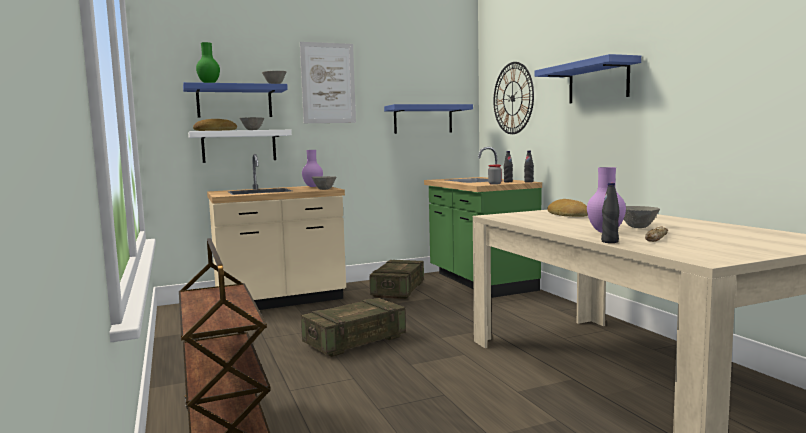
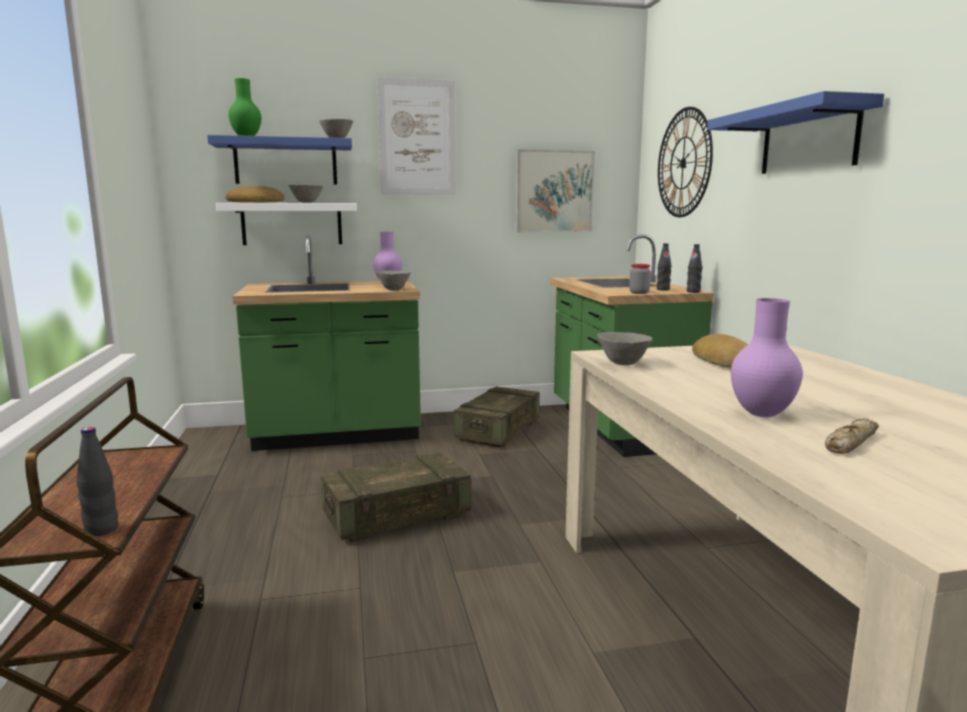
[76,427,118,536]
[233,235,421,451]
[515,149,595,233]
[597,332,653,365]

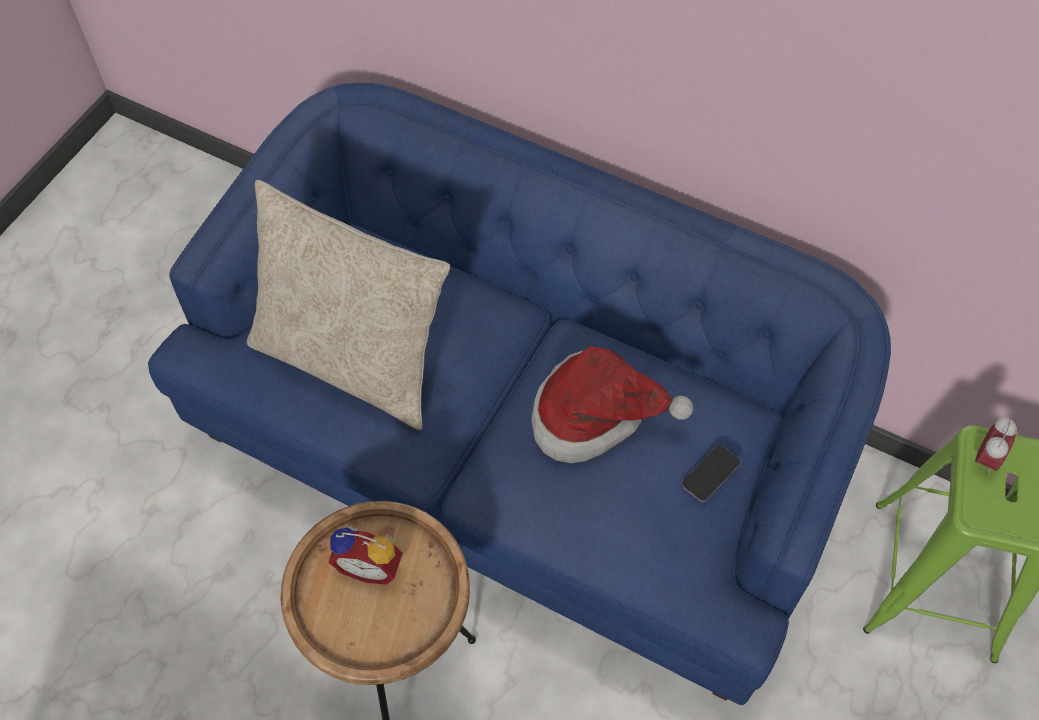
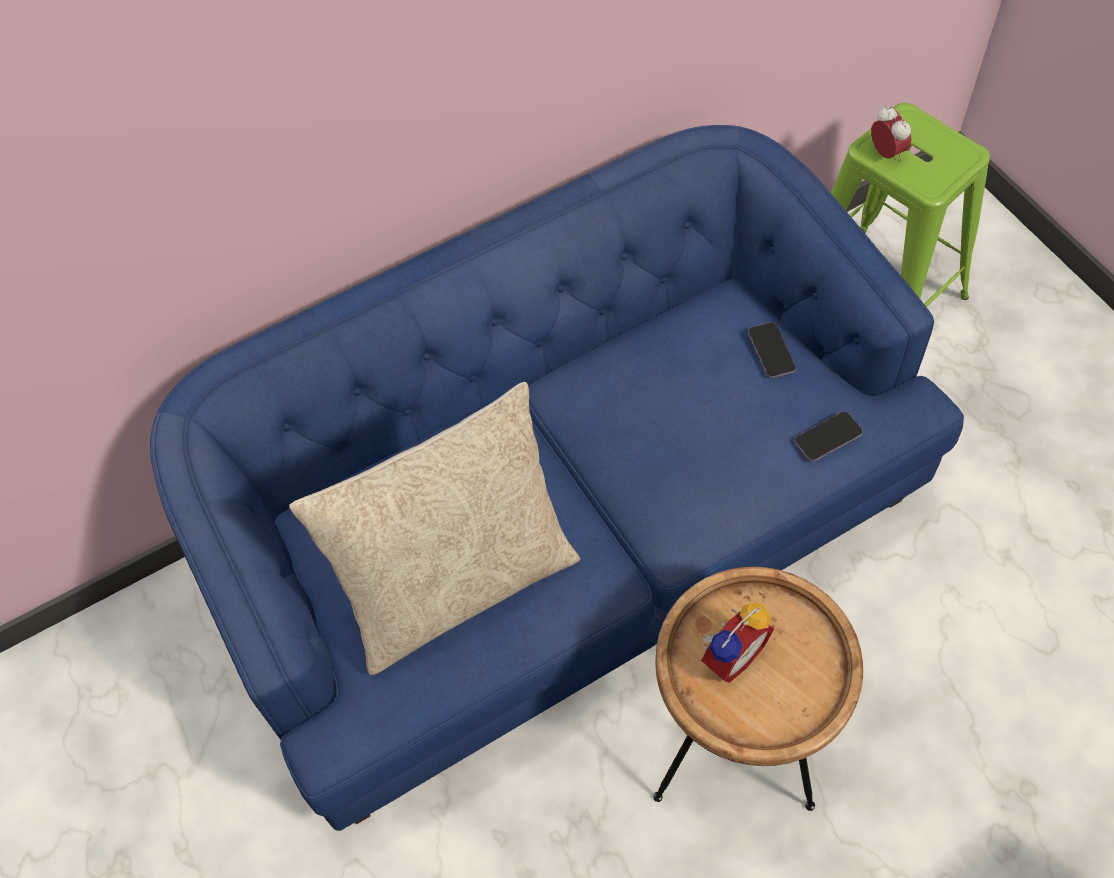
[795,411,863,462]
[532,346,693,463] (first image)

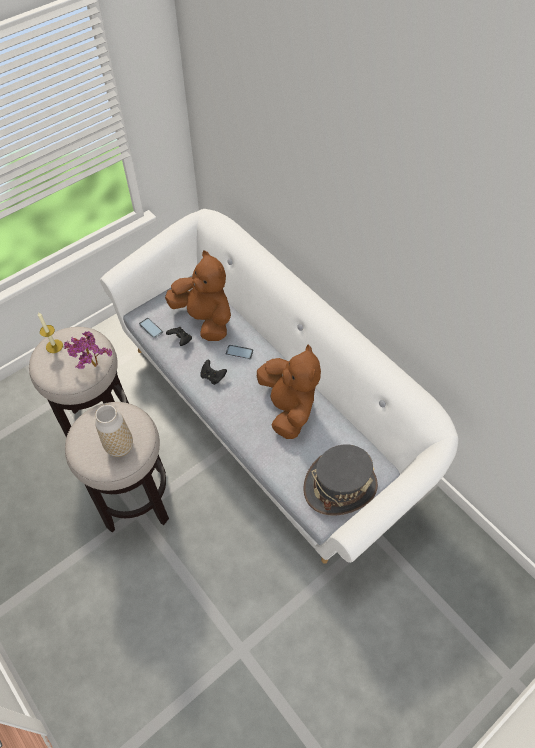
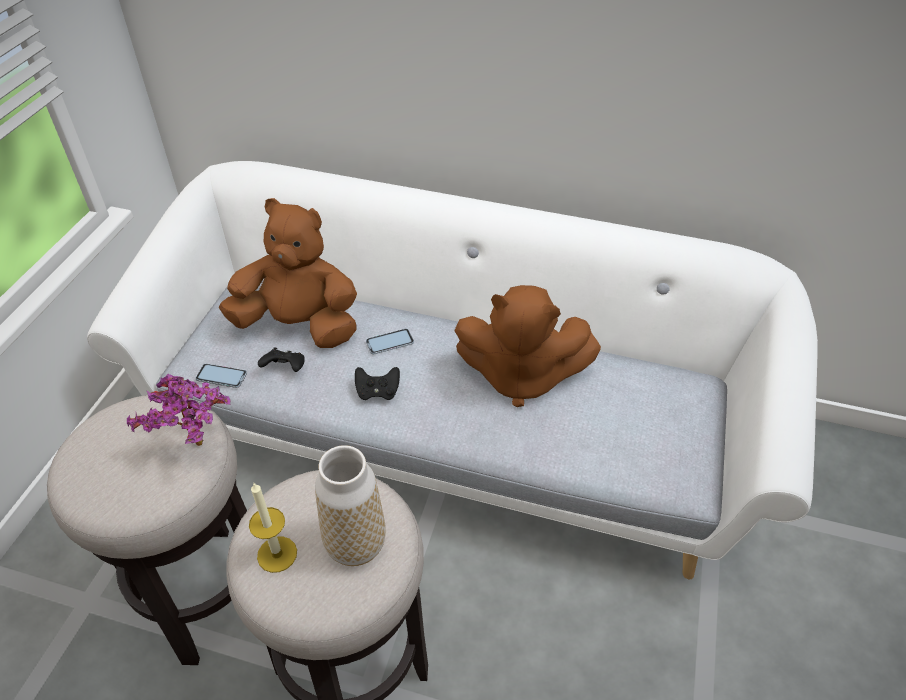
[249,483,297,573]
[454,285,601,407]
[303,444,378,516] (first image)

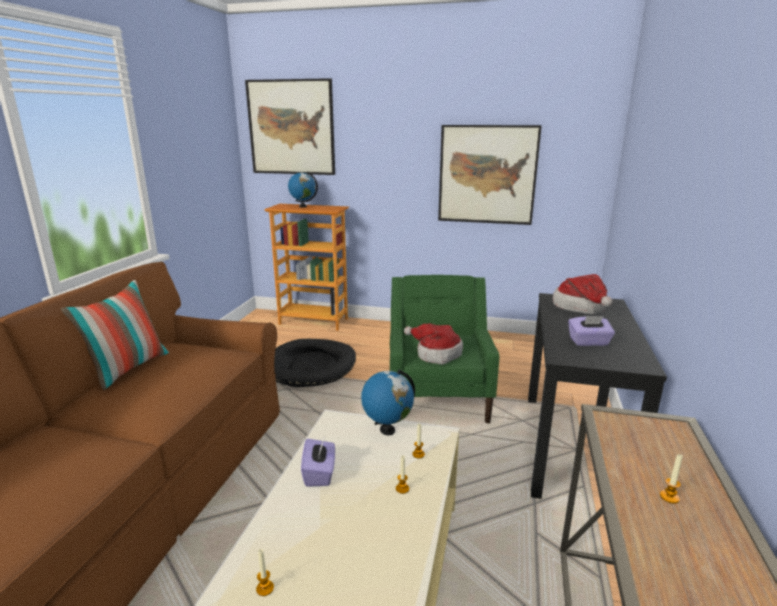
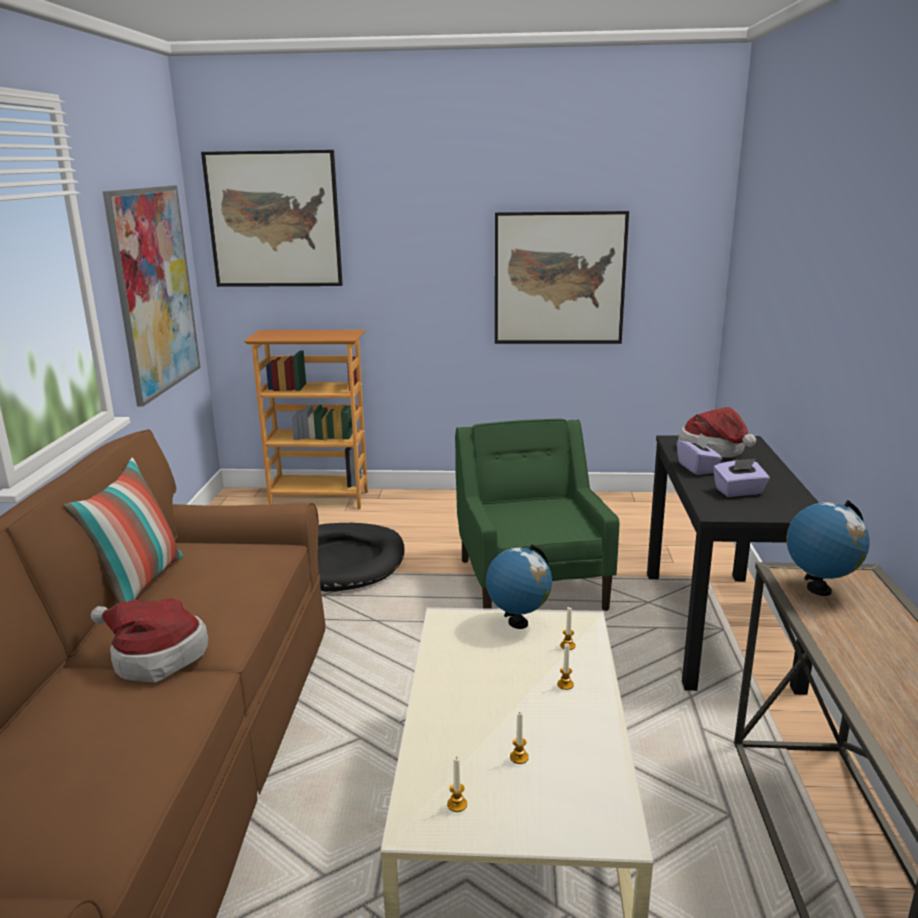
[91,598,208,683]
[103,185,201,407]
[510,712,529,764]
[677,433,722,475]
[786,500,870,596]

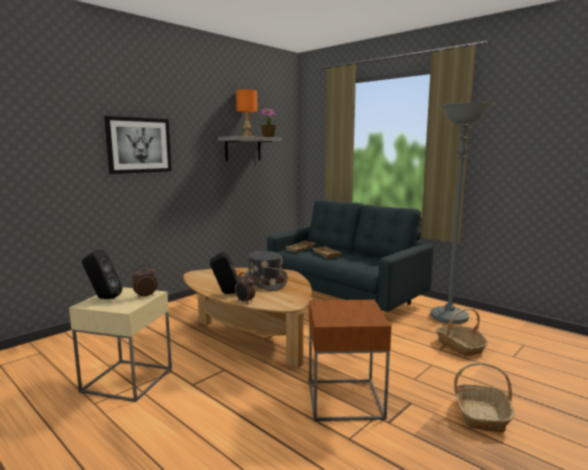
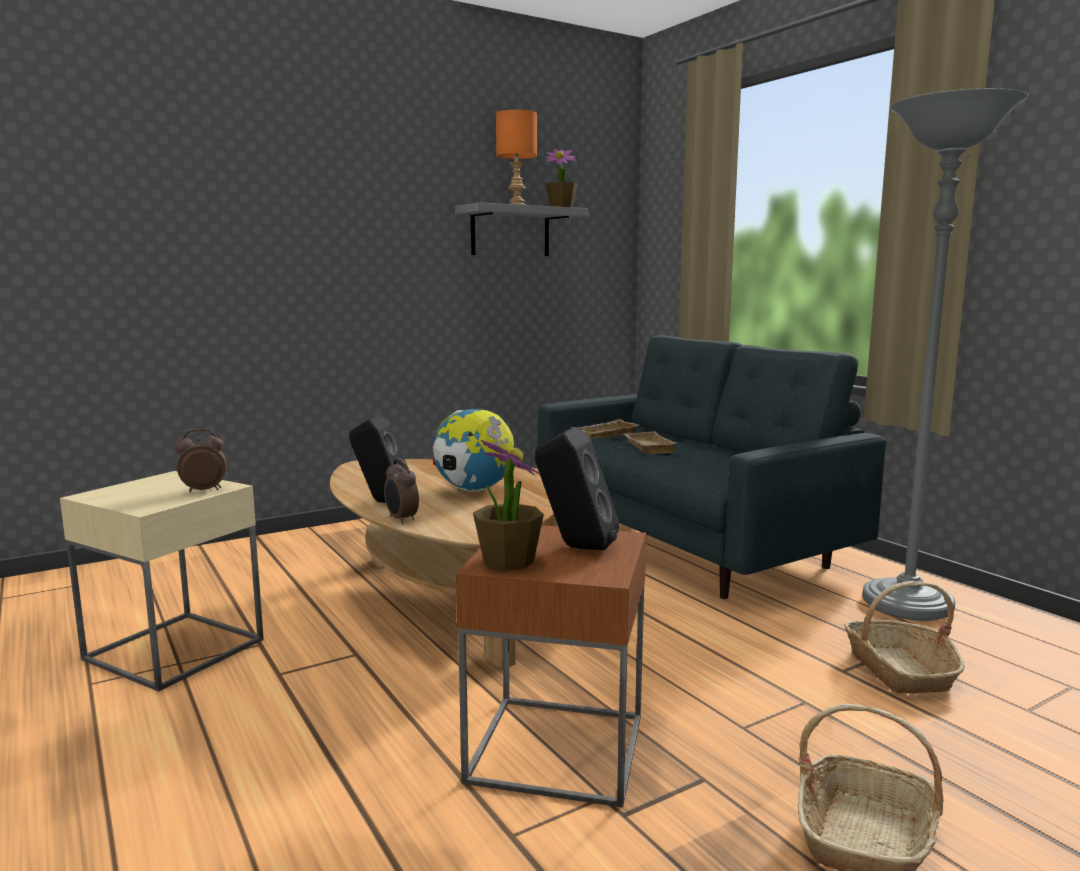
[433,409,514,492]
[473,440,544,571]
[535,428,619,550]
[104,116,172,174] (first image)

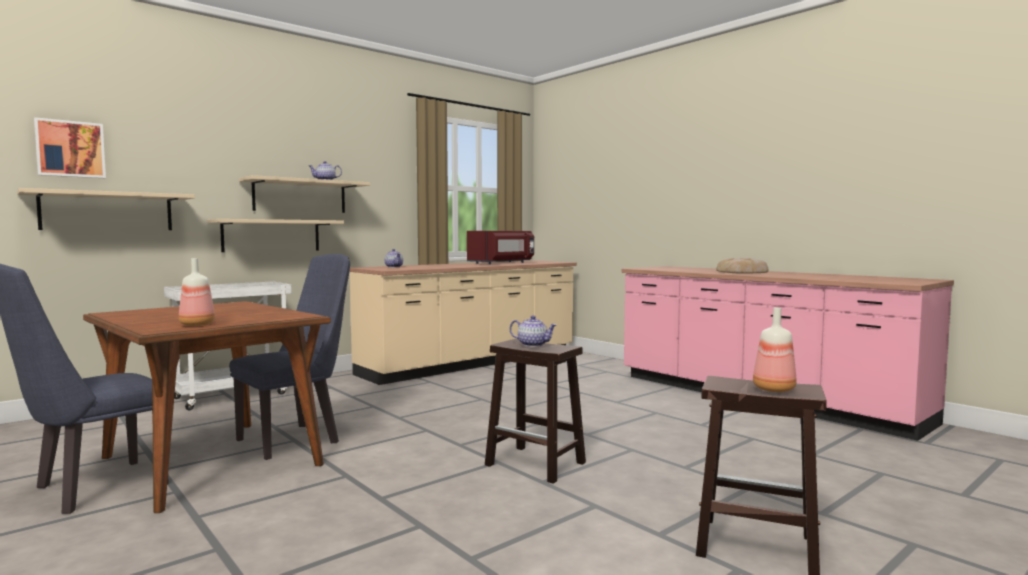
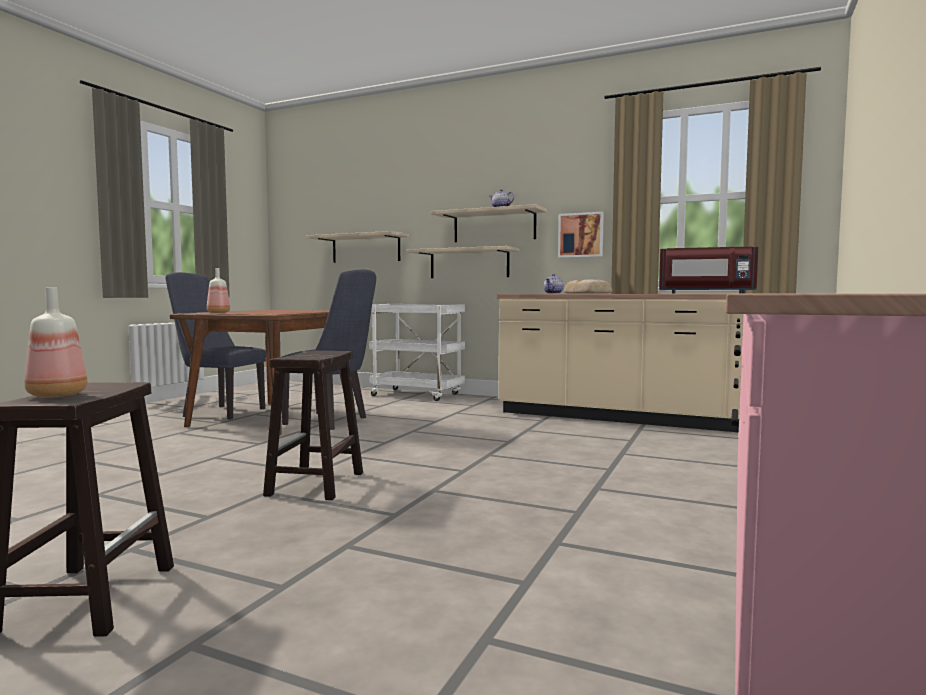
[558,212,604,258]
[564,280,612,294]
[509,315,557,347] (first image)

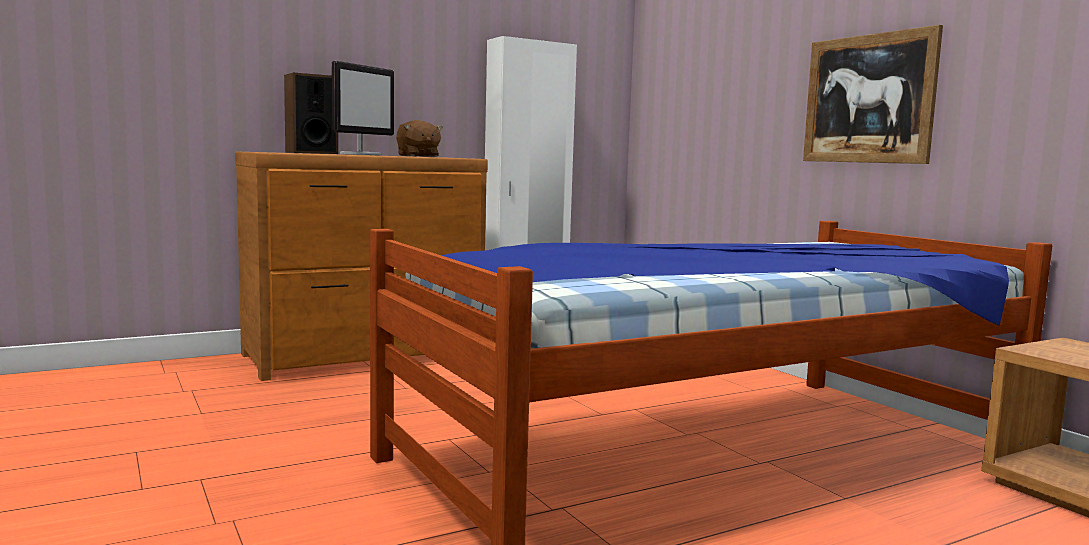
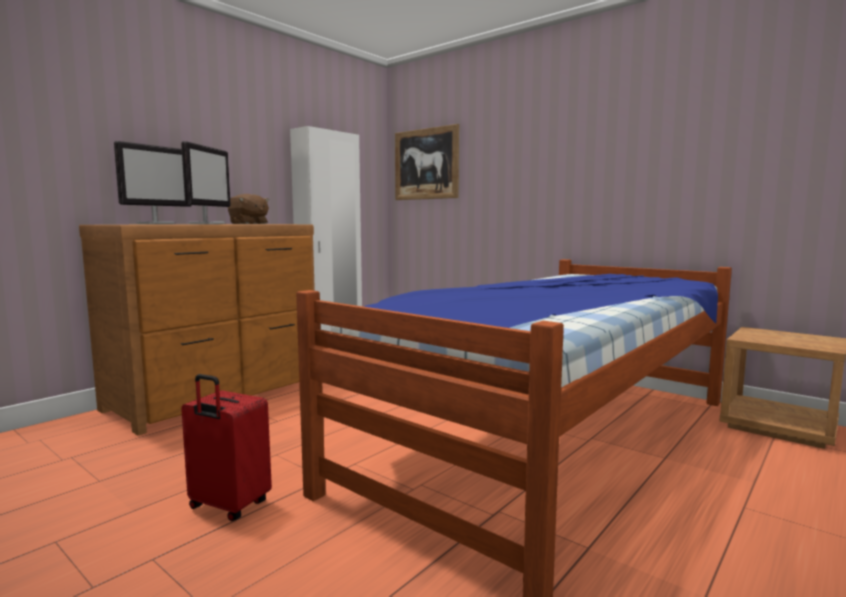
[114,141,192,224]
[181,374,272,521]
[395,124,459,200]

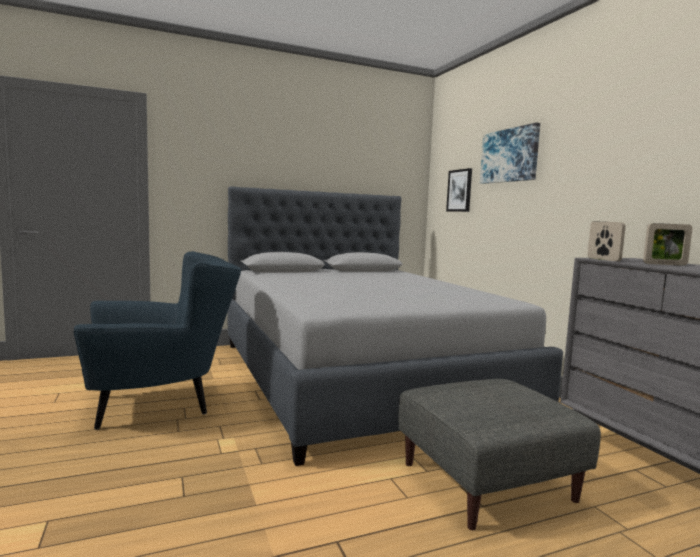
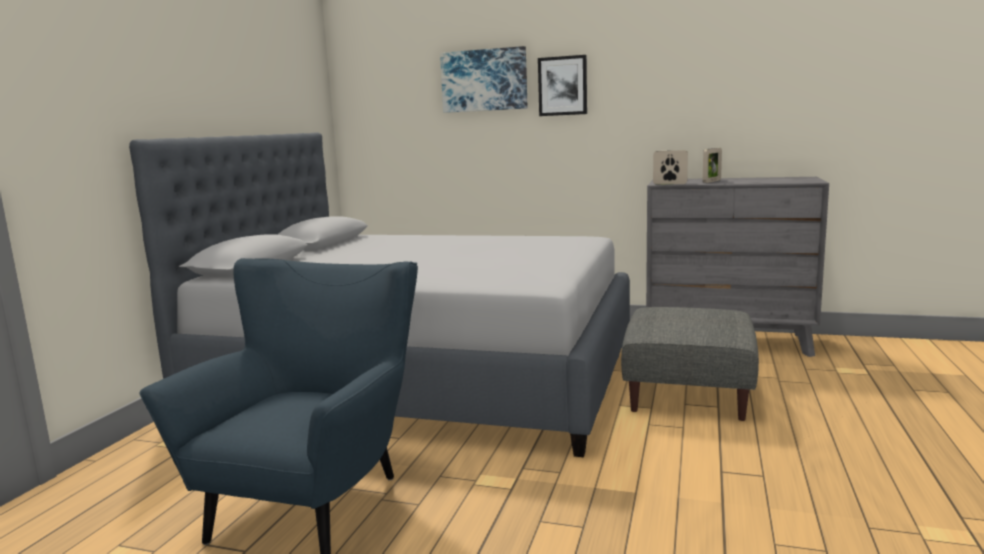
[538,55,587,116]

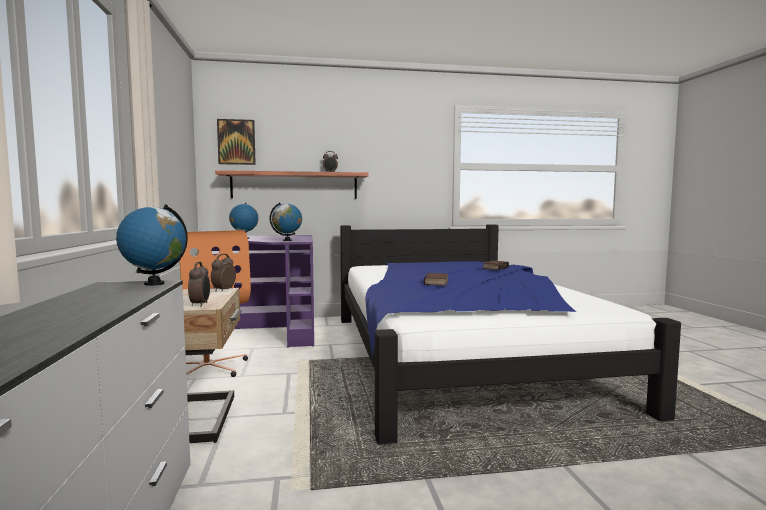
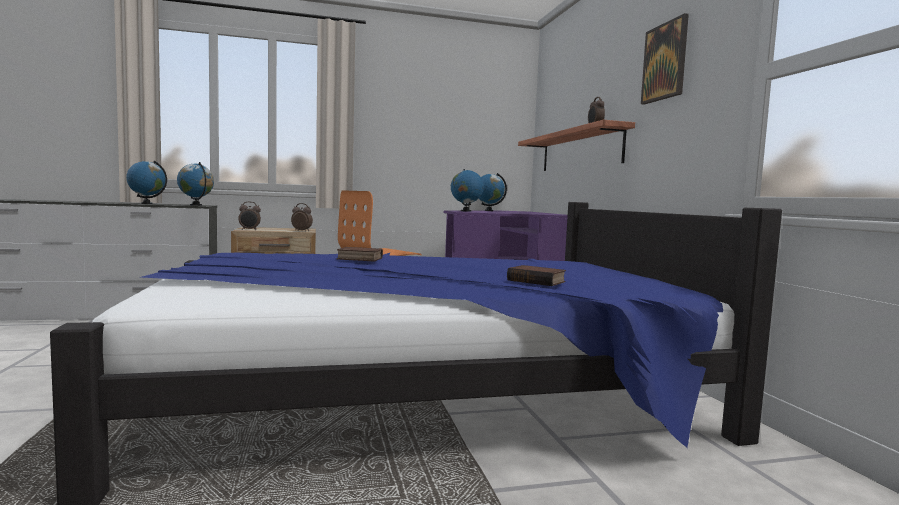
[126,160,167,204]
[641,13,689,105]

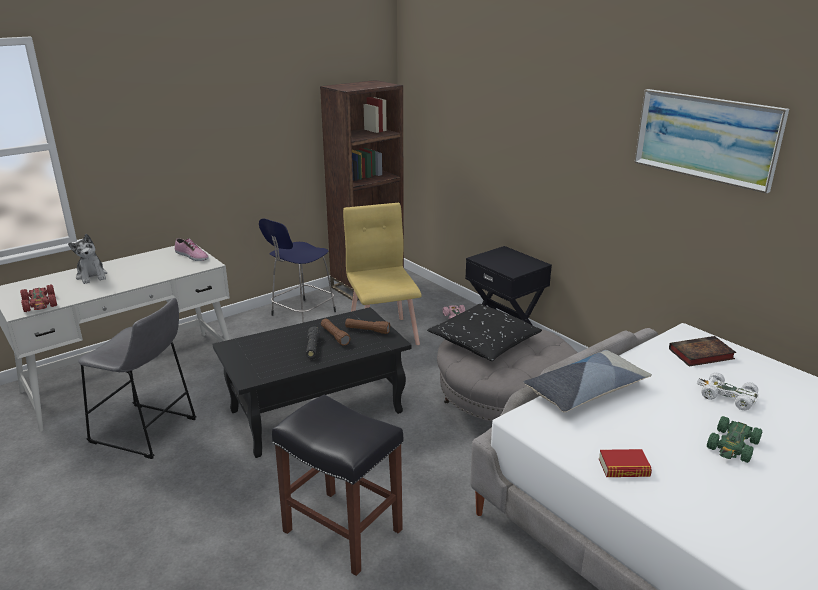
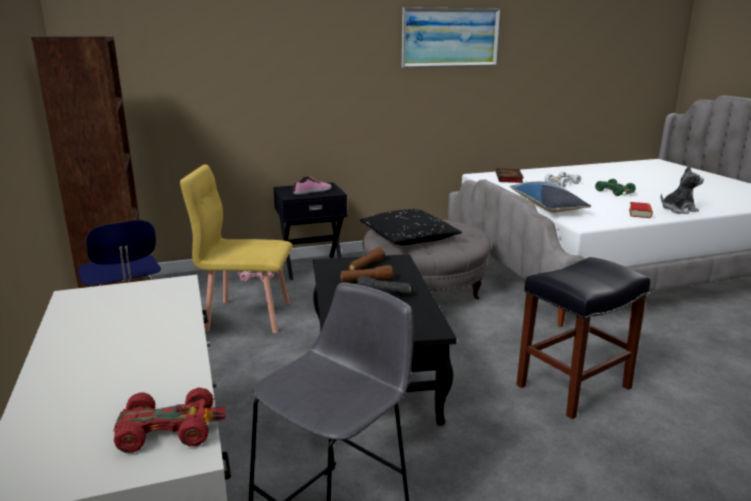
[293,176,331,195]
[661,165,704,214]

